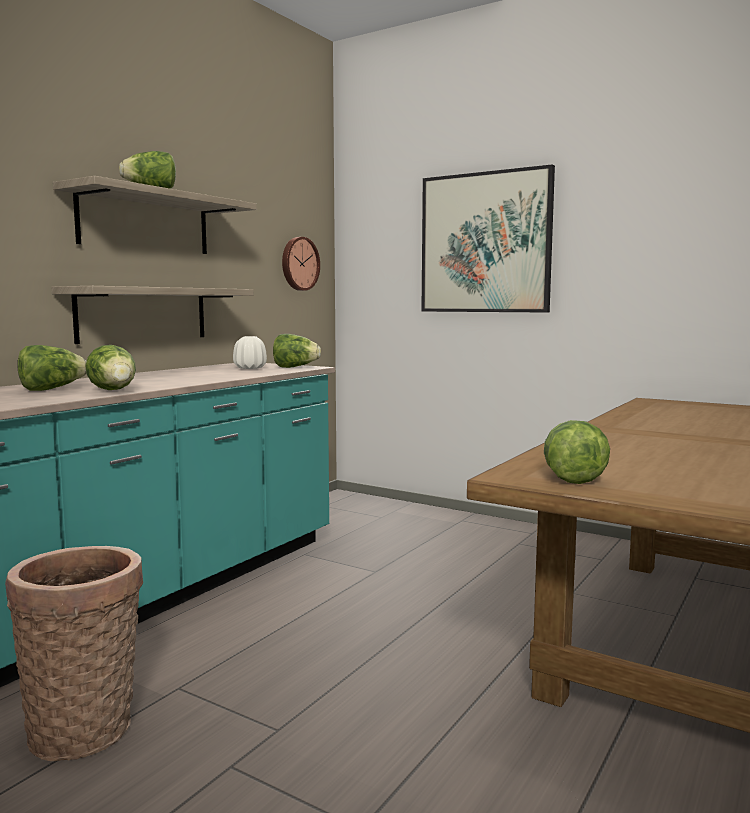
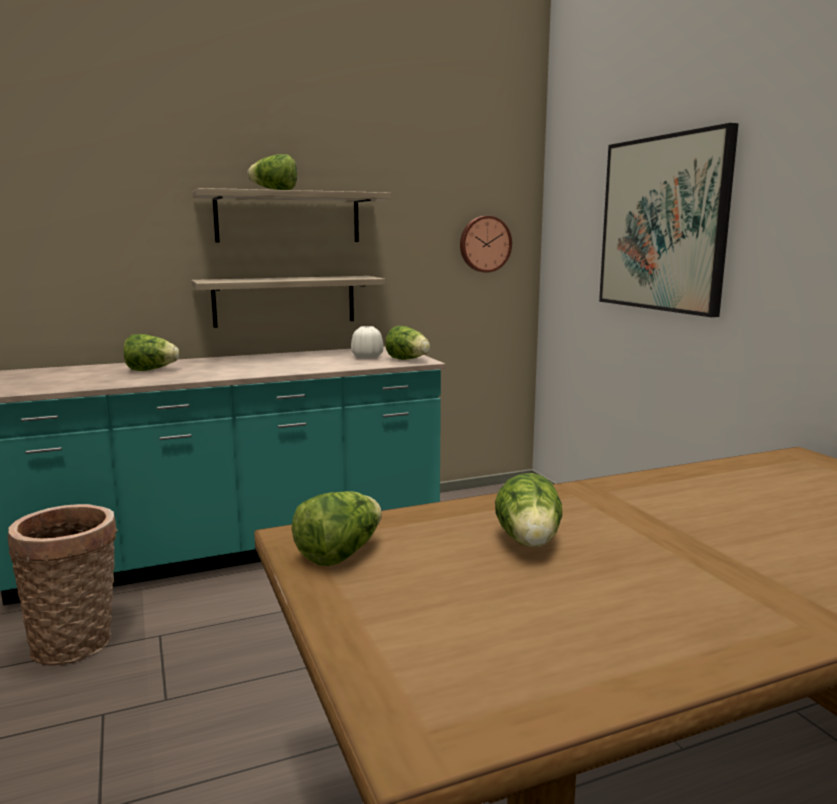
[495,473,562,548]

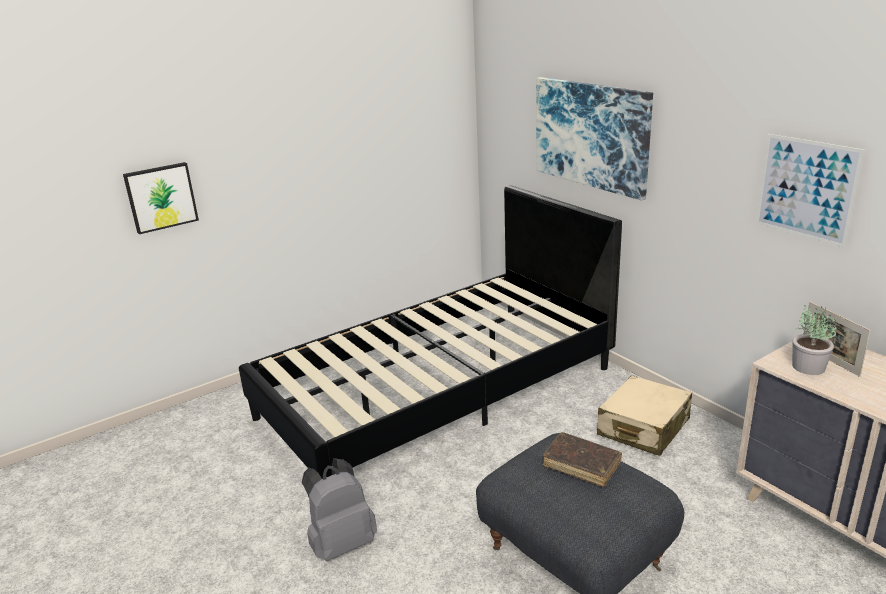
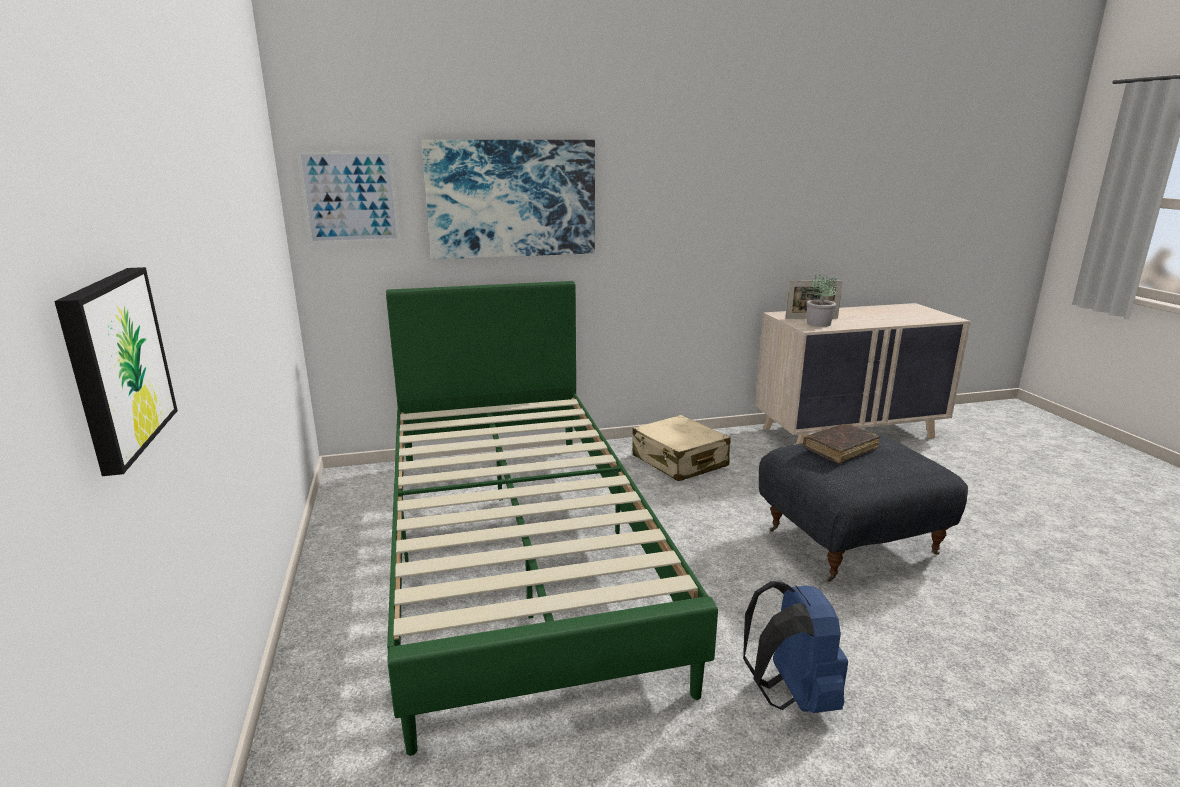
[297,151,400,244]
[386,281,718,756]
[743,581,848,713]

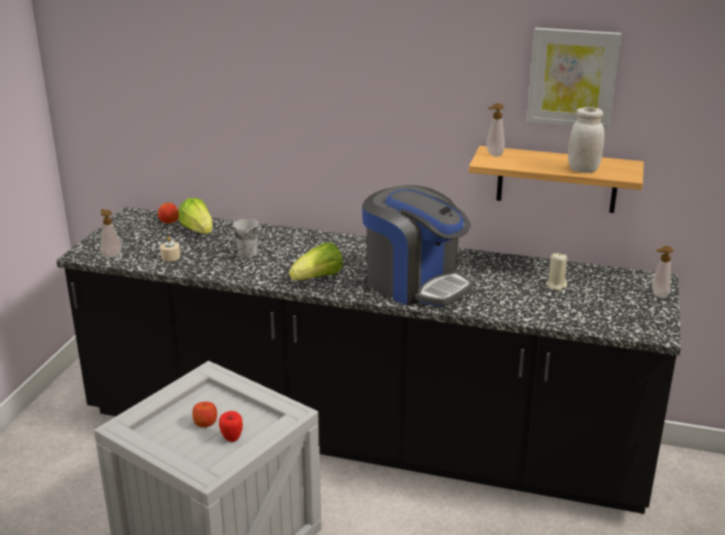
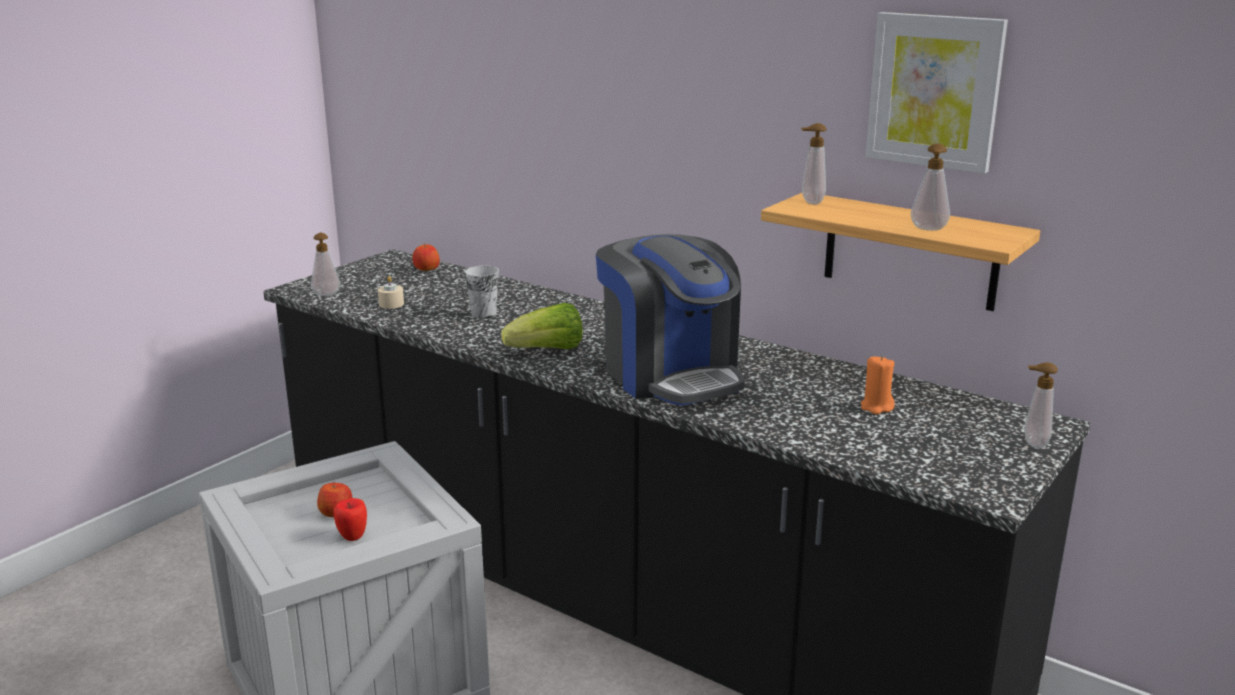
[861,355,895,415]
[911,143,950,231]
[179,198,213,234] (first image)

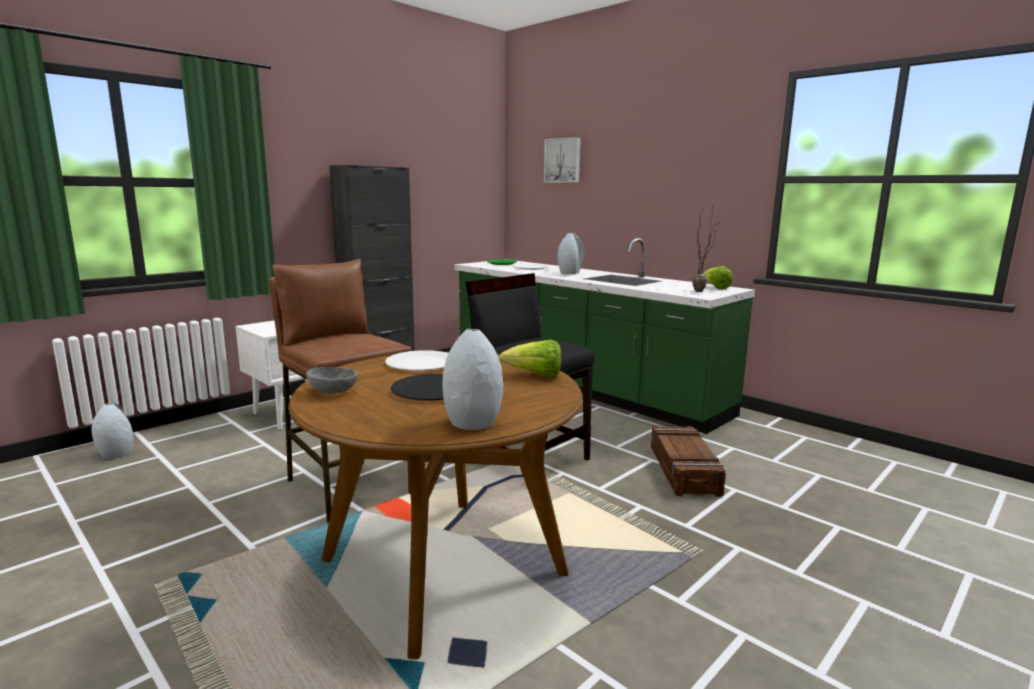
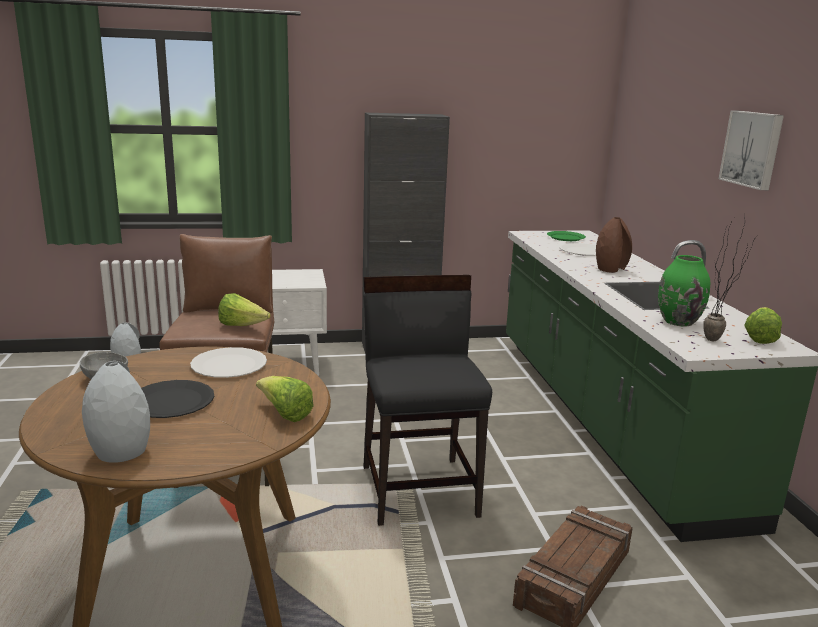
[218,293,270,326]
[596,217,632,273]
[658,255,710,327]
[719,110,784,190]

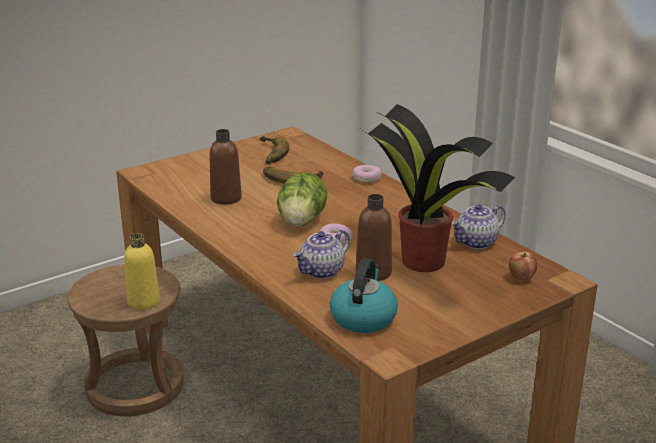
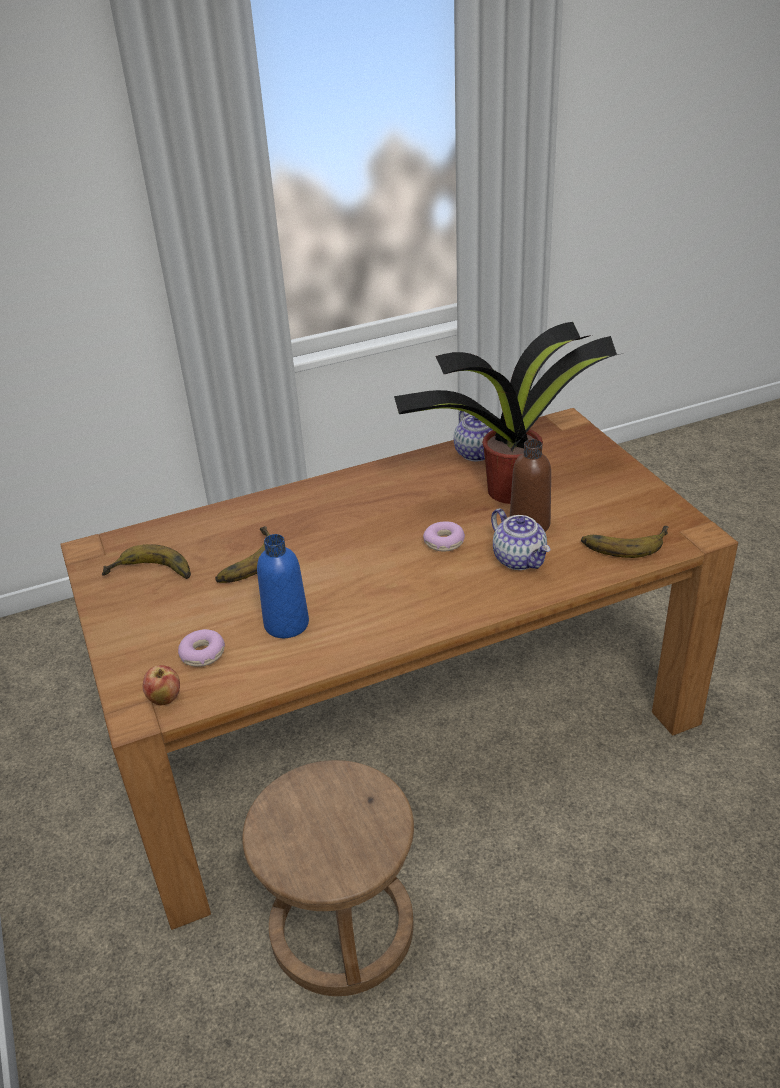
[143,665,180,706]
[178,629,225,667]
[257,534,309,638]
[581,526,668,558]
[124,233,160,310] (first image)
[277,172,328,226] (first image)

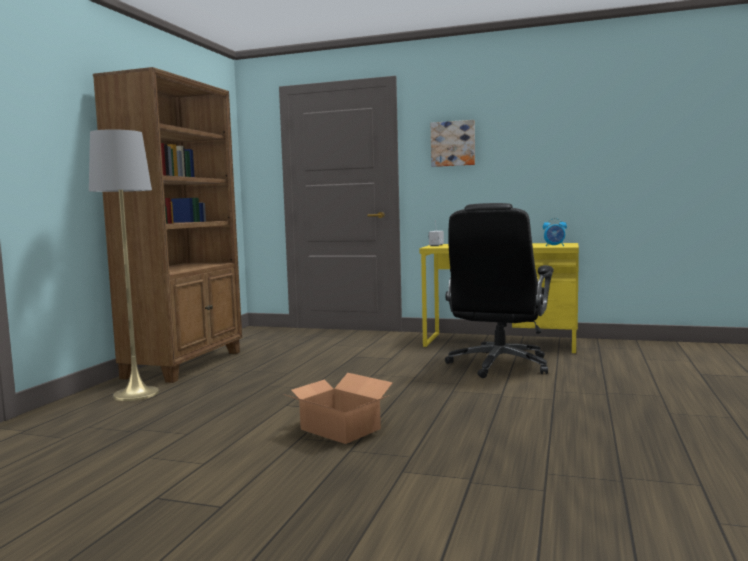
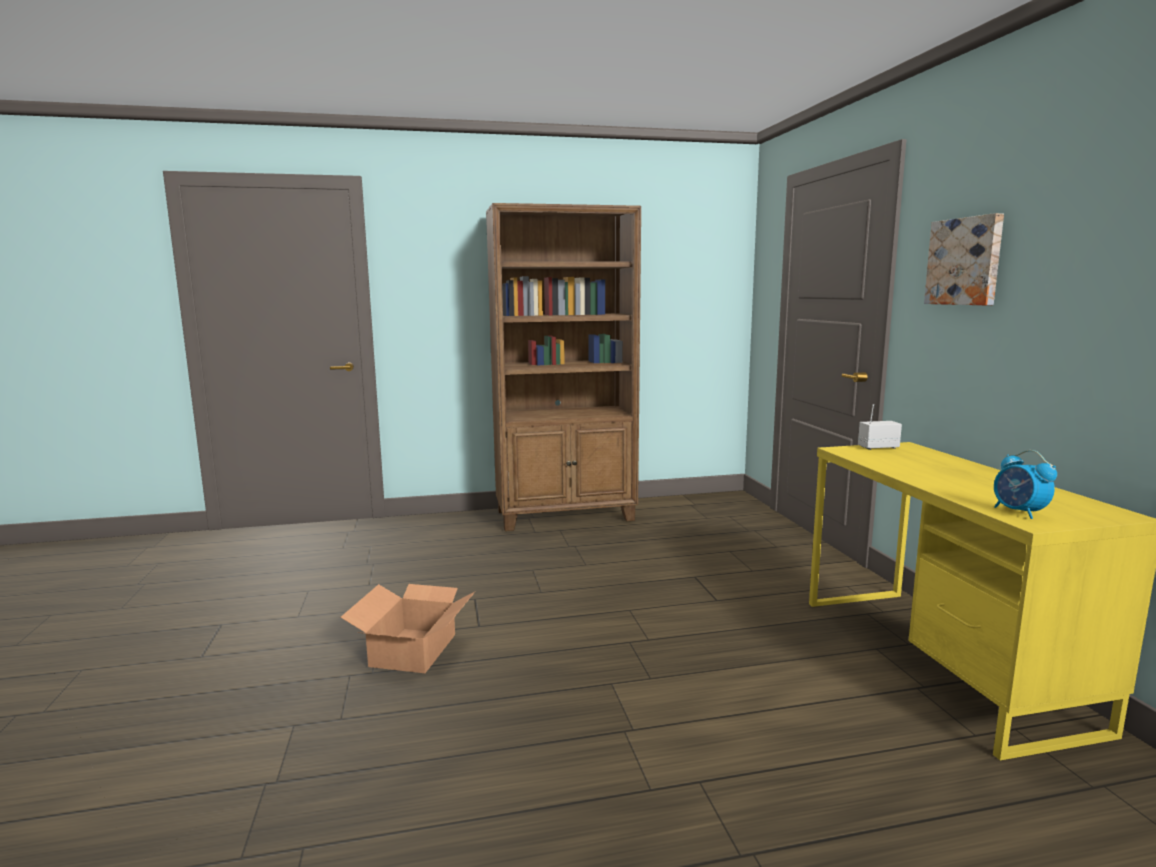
[89,129,159,401] (first image)
[445,203,554,378] (first image)

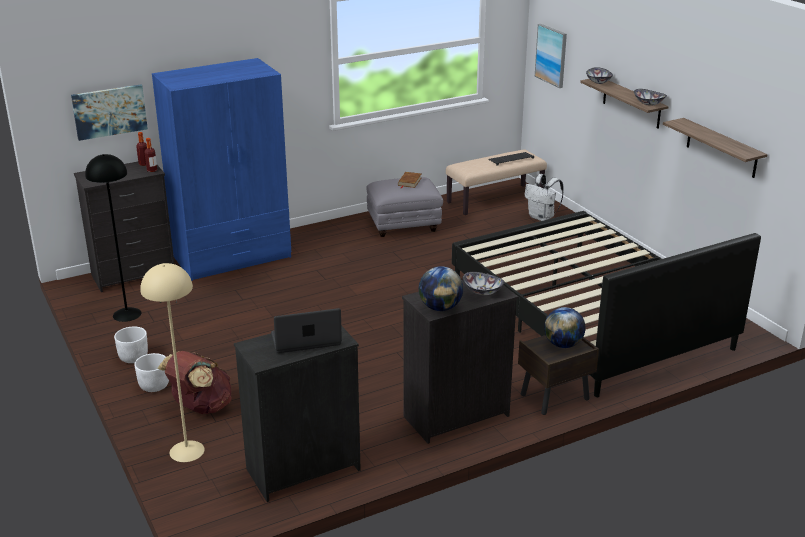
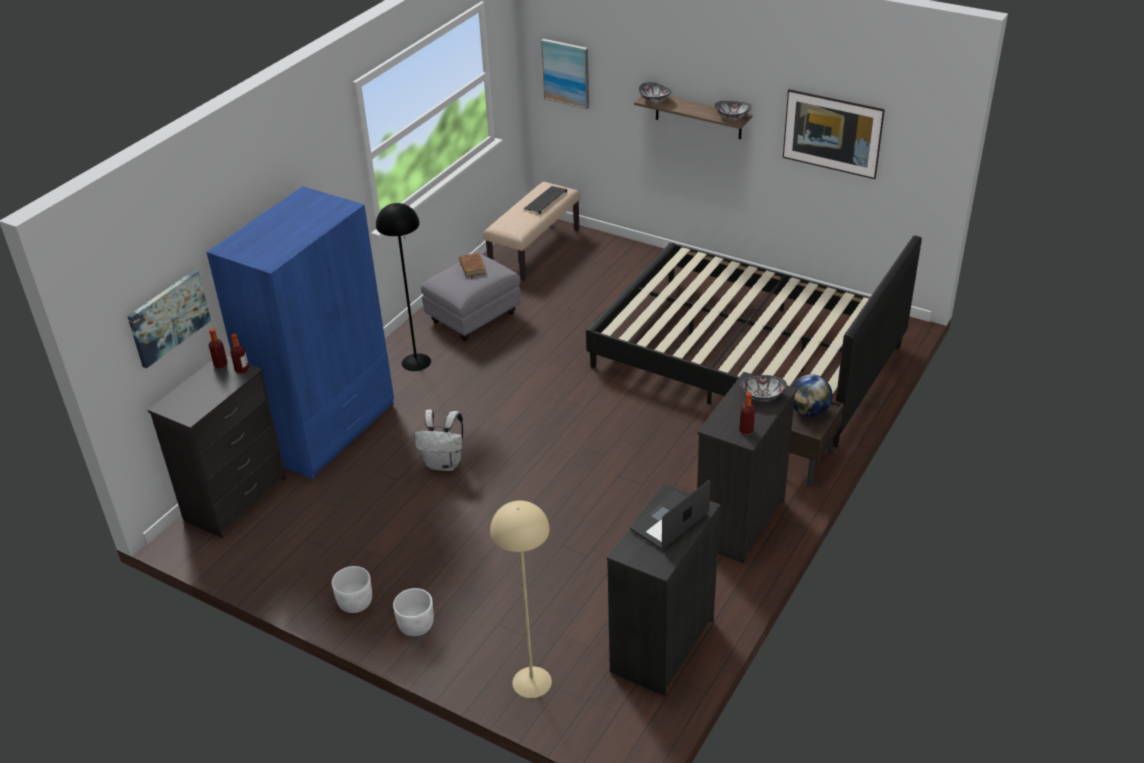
[376,203,431,371]
[414,409,463,471]
[739,392,755,435]
[783,89,885,179]
[158,351,232,414] (first image)

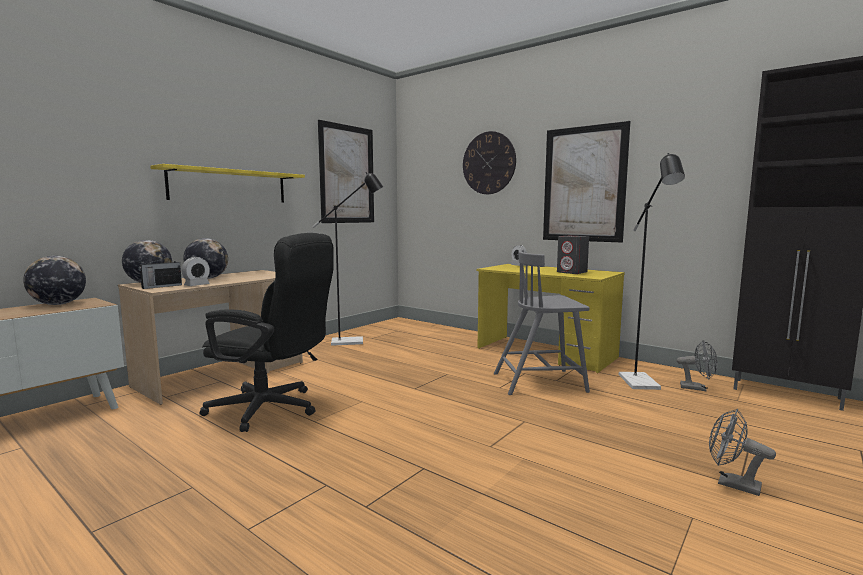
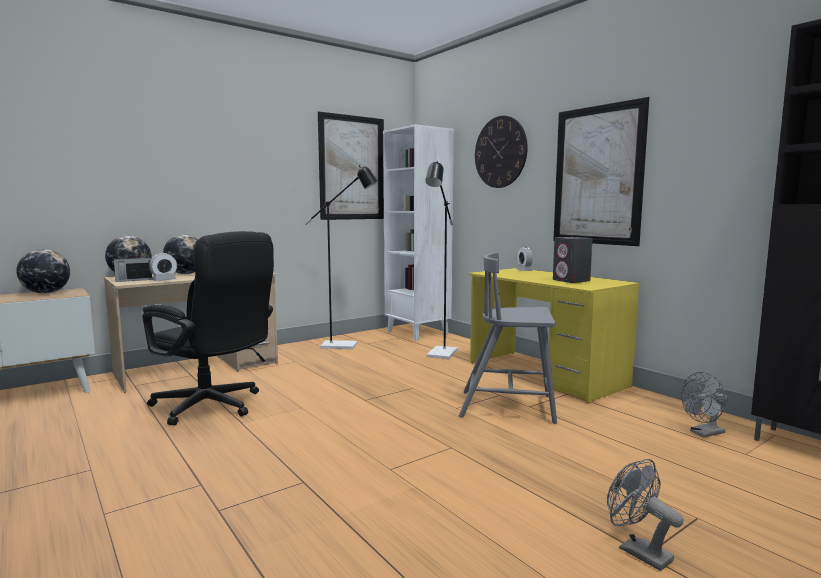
[383,124,454,341]
[425,161,457,359]
[681,372,728,437]
[150,164,305,203] (first image)

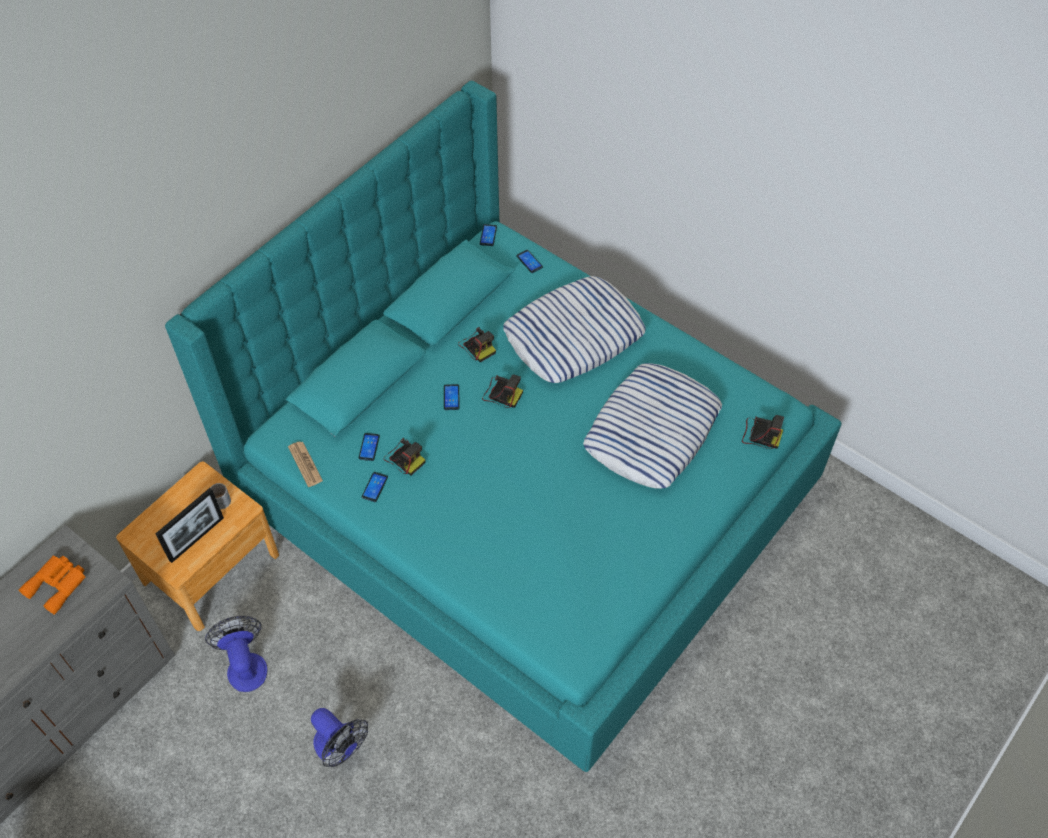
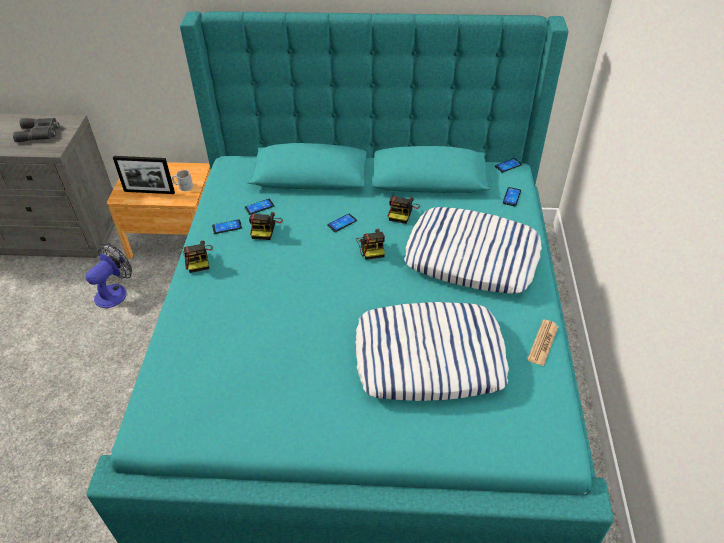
[13,118,60,142]
[183,240,213,273]
[527,319,559,366]
[311,708,368,767] (first image)

